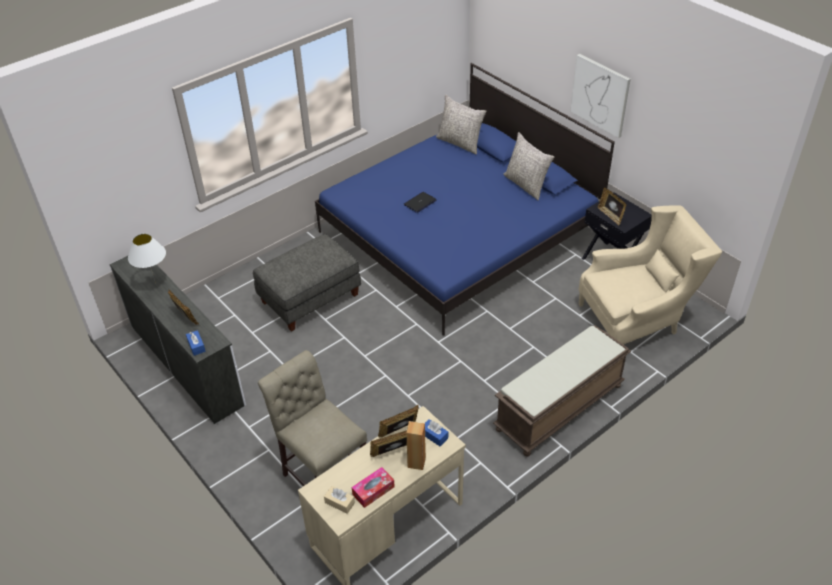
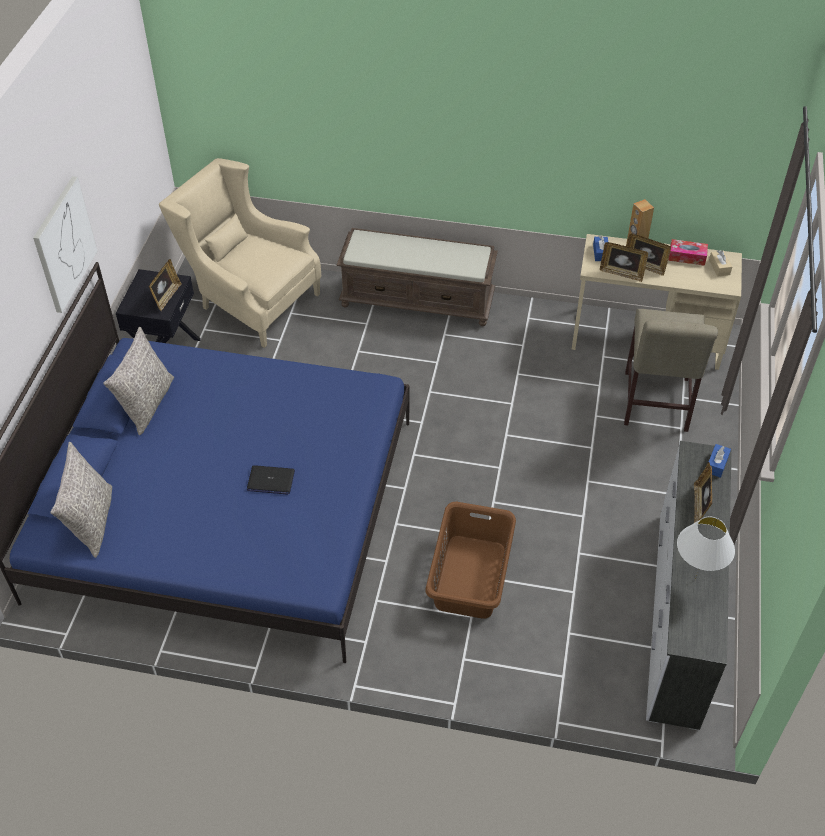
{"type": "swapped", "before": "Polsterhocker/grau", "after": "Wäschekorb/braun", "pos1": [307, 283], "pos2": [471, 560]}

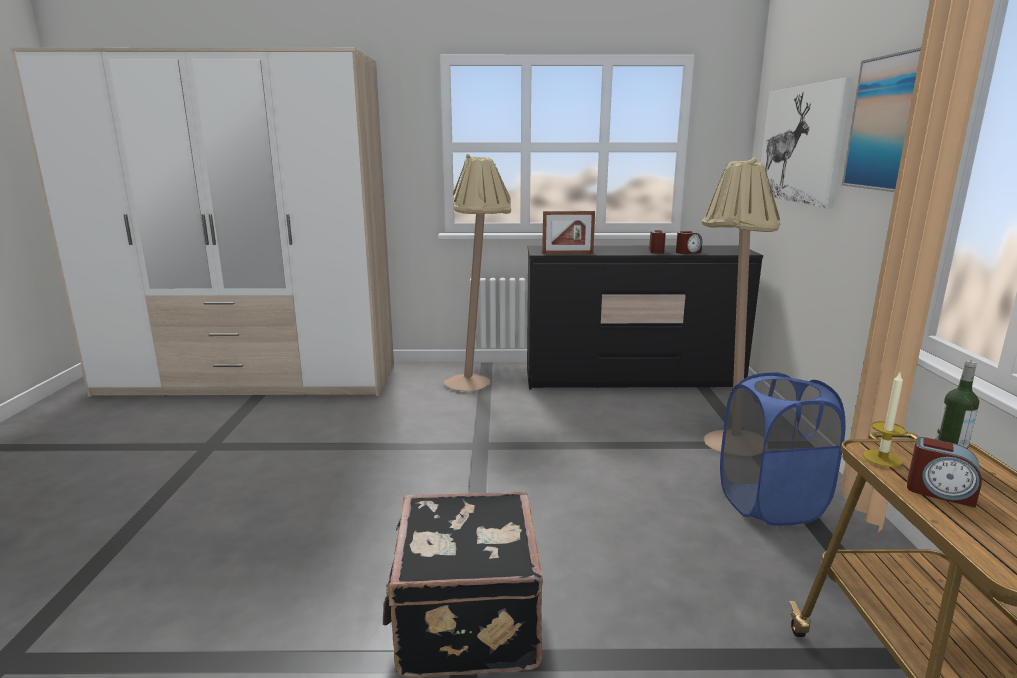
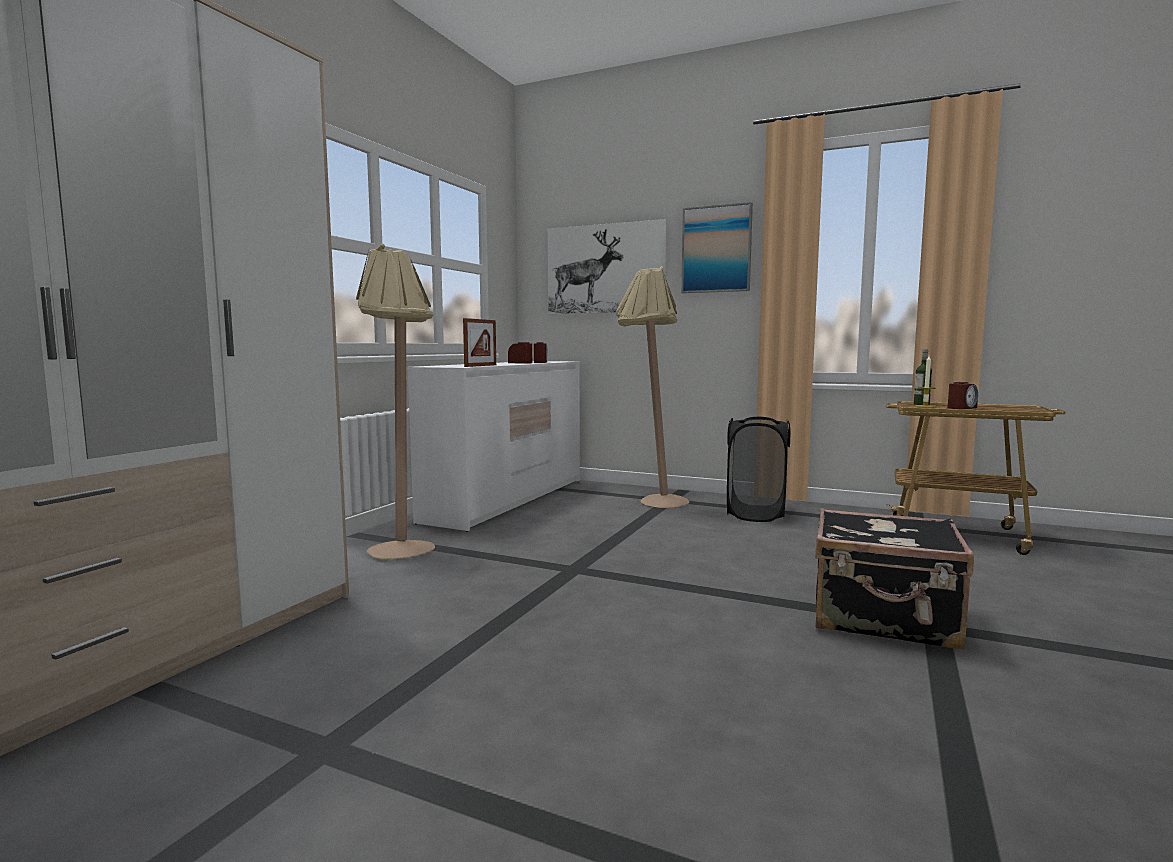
{"type": "repainted", "before": "Kommode/schwarz", "after": "Kommode/weiß", "pos1": [645, 317], "pos2": [493, 446]}
{"type": "repainted", "before": "Wäschekorb/blau", "after": "Wäschekorb/schwarz", "pos1": [783, 449], "pos2": [759, 469]}

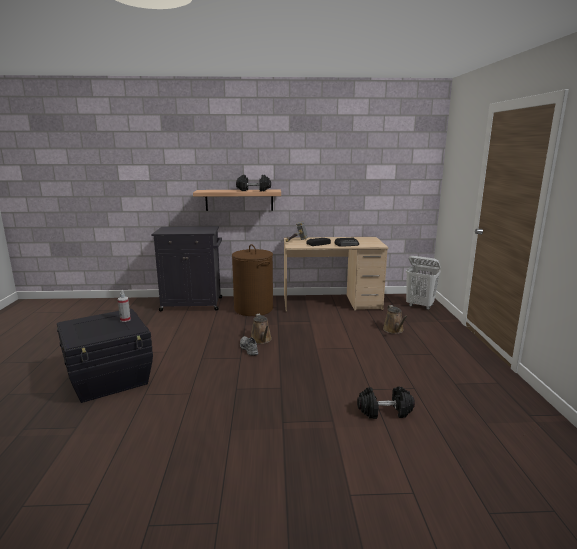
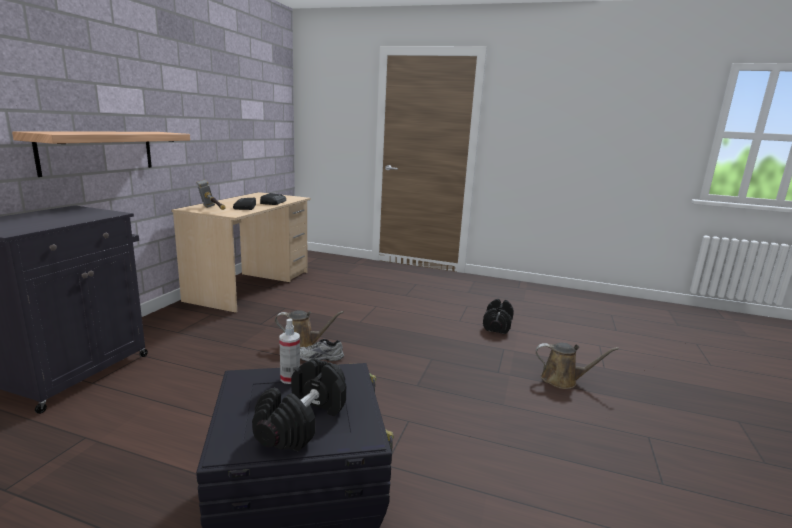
{"type": "gone", "before": "Wäschekorb/braun", "pos1": [252, 280]}
{"type": "shifted", "before": "Hantel/schwarz", "pos1": [253, 183], "pos2": [299, 404]}
{"type": "shifted", "before": "Gießkanne/braun", "pos1": [395, 319], "pos2": [577, 366]}
{"type": "gone", "before": "Wäschekorb/weiß", "pos1": [423, 283]}

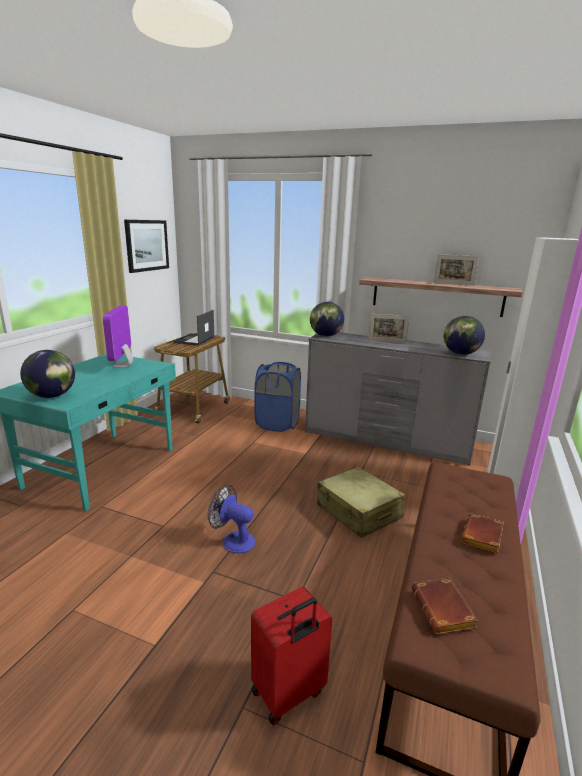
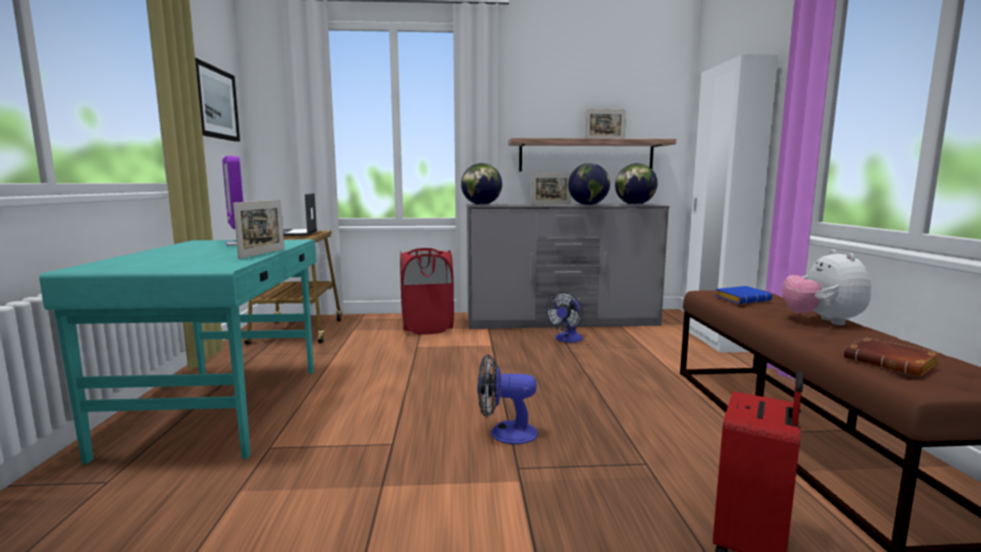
{"type": "shifted", "before": "Globus", "pos1": [47, 374], "pos2": [589, 184]}
{"type": "repainted", "before": "Wäschekorb/blau", "after": "Wäschekorb/rot", "pos1": [277, 397], "pos2": [427, 291]}
{"type": "gone", "before": "Koffer/beige", "pos1": [361, 502]}
{"type": "swapped", "before": "Buch/braun", "after": "Plüschtier", "pos1": [482, 533], "pos2": [826, 287]}
{"type": "new", "after": "Bilderrahmen", "pos2": [258, 229]}
{"type": "new", "after": "Ventilator", "pos2": [564, 317]}
{"type": "new", "after": "Buch/blau", "pos2": [743, 295]}

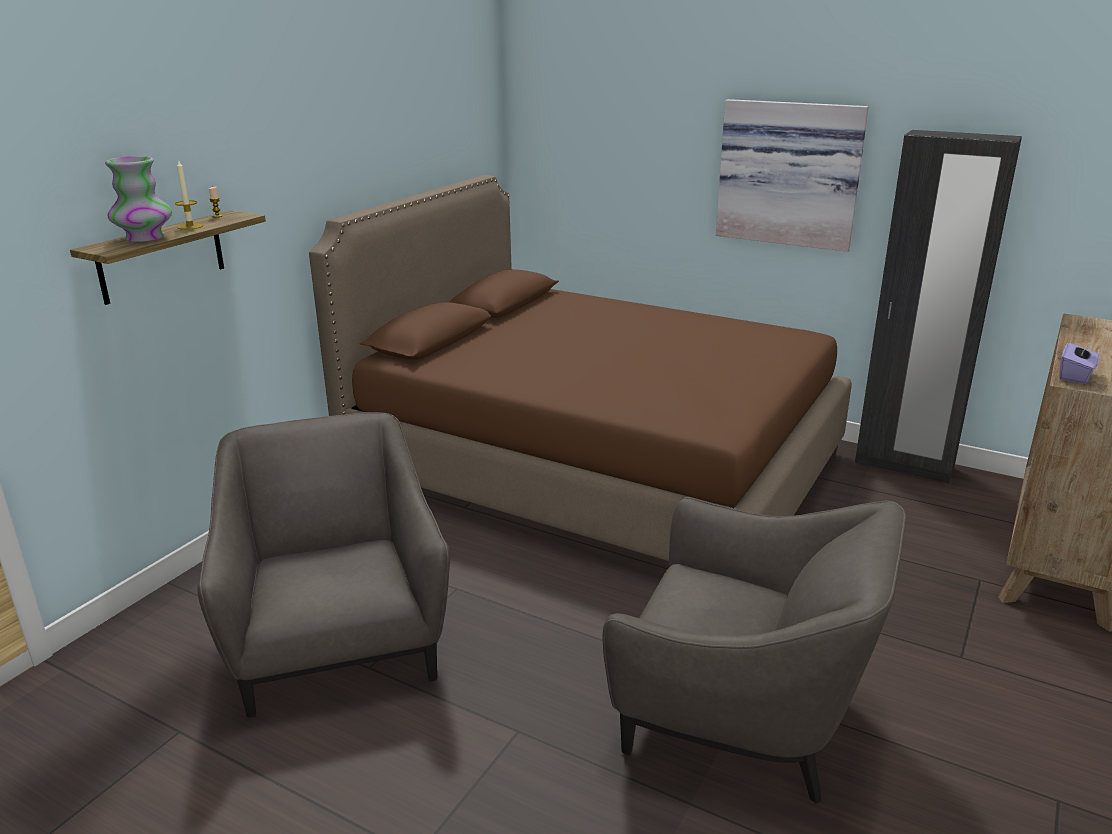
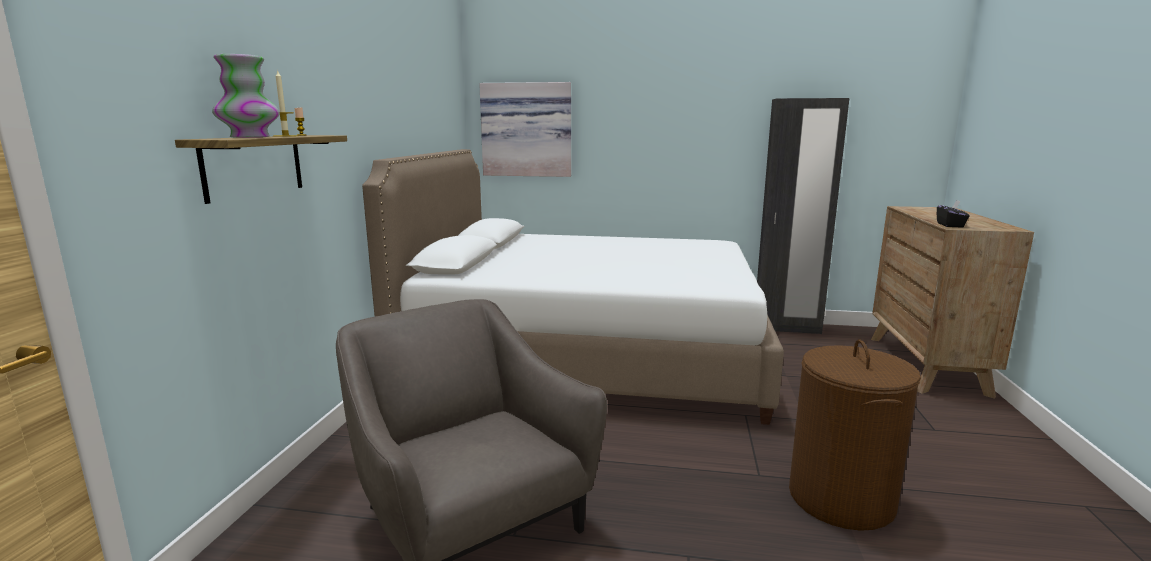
{"type": "repainted", "before": "Bett/braun", "after": "Bett/weiß", "pos1": [580, 368], "pos2": [573, 287]}
{"type": "swapped", "before": "Sessel/grau", "after": "Wäschekorb/braun", "pos1": [754, 650], "pos2": [855, 435]}
{"type": "shifted", "before": "Bild", "pos1": [792, 175], "pos2": [525, 129]}
{"type": "repainted", "before": "Taschentuchbox/lila", "after": "Taschentuchbox/schwarz", "pos1": [1079, 362], "pos2": [953, 214]}

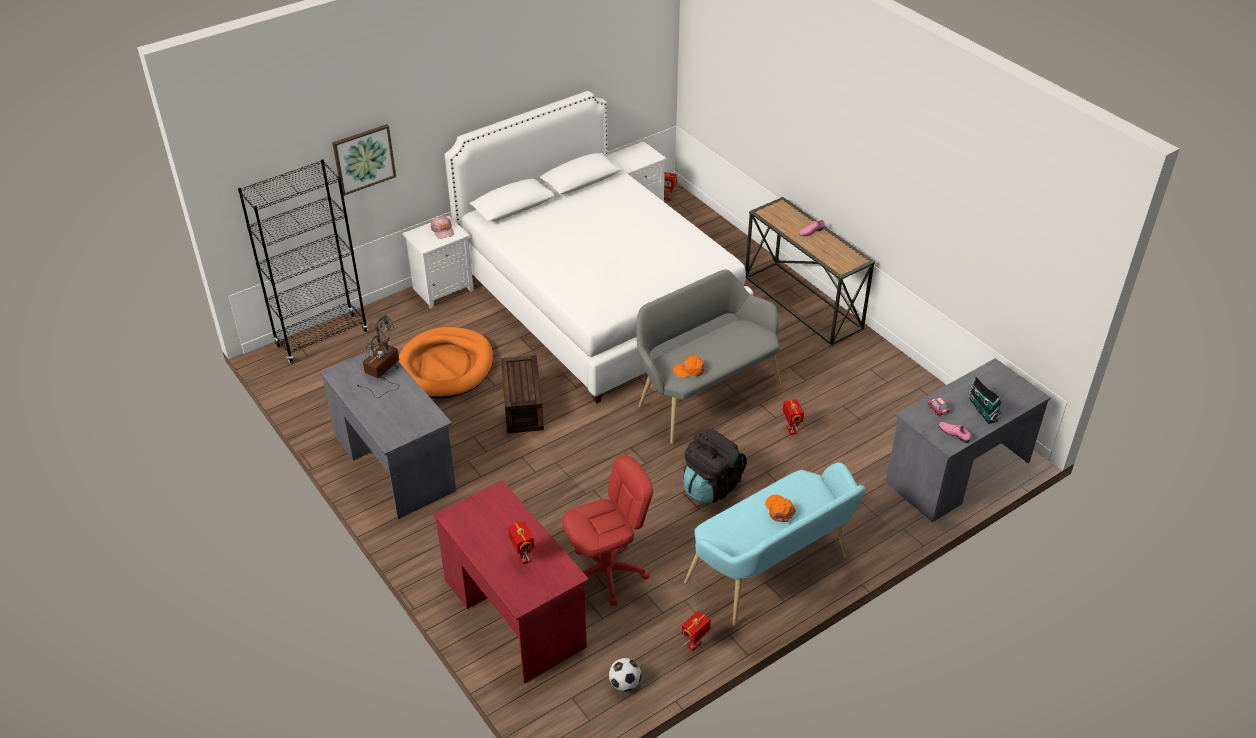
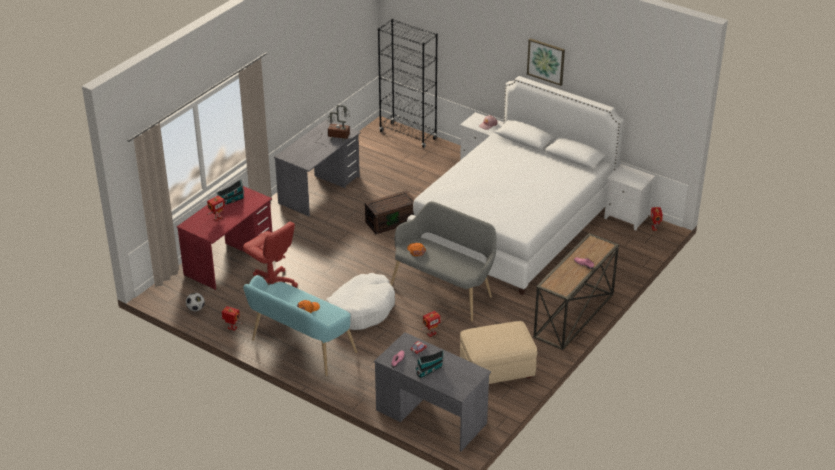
{"type": "shifted", "before": "Bild", "pos1": [364, 160], "pos2": [546, 62]}
{"type": "gone", "before": "Hundebett/orange", "pos1": [446, 363]}
{"type": "swapped", "before": "Rucksack/schwarz", "after": "Hundebett/weiß", "pos1": [715, 466], "pos2": [360, 301]}
{"type": "new", "after": "Spielzeughaus", "pos2": [230, 192]}
{"type": "new", "after": "Polsterhocker/beige", "pos2": [498, 352]}

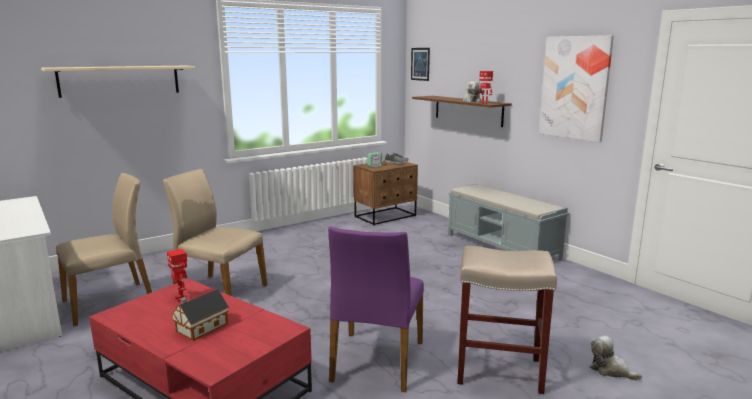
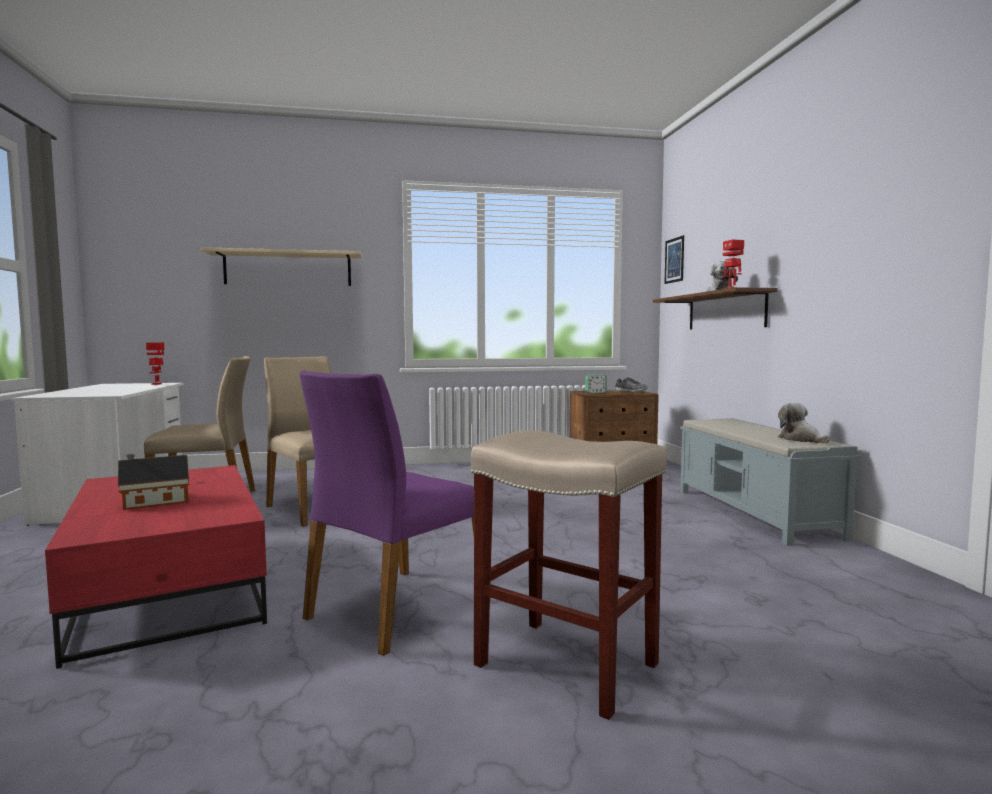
{"type": "shifted", "before": "Spielzeugroboter", "pos1": [177, 275], "pos2": [155, 363]}
{"type": "gone", "before": "Bild", "pos1": [576, 89]}
{"type": "shifted", "before": "Plüschtier", "pos1": [616, 357], "pos2": [804, 422]}

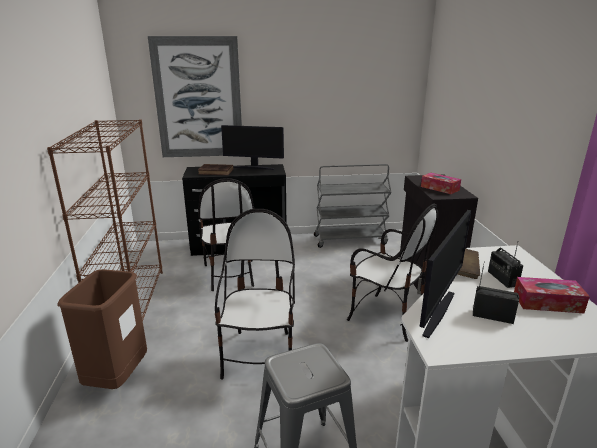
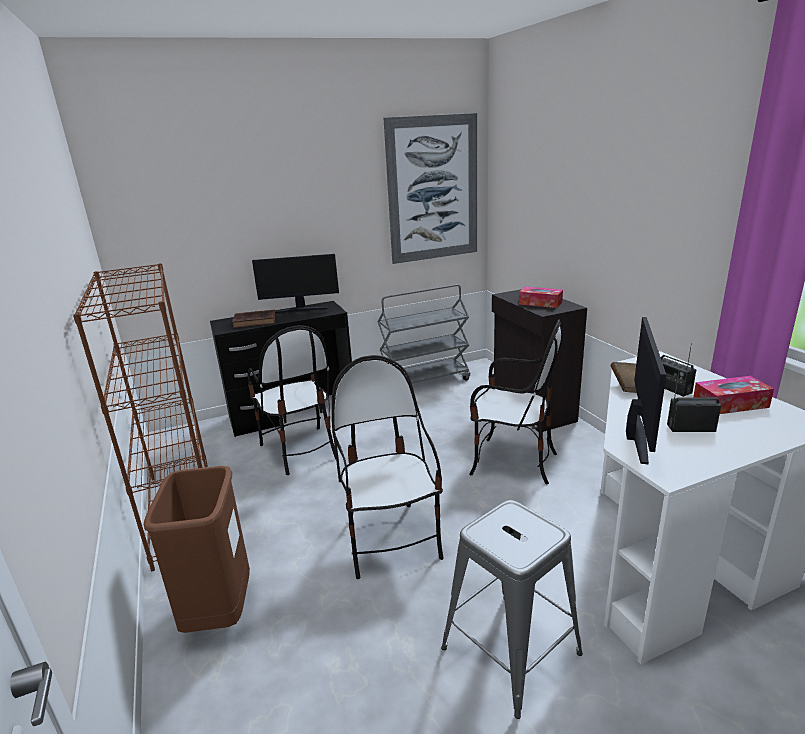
{"type": "shifted", "before": "Bild", "pos1": [195, 96], "pos2": [430, 188]}

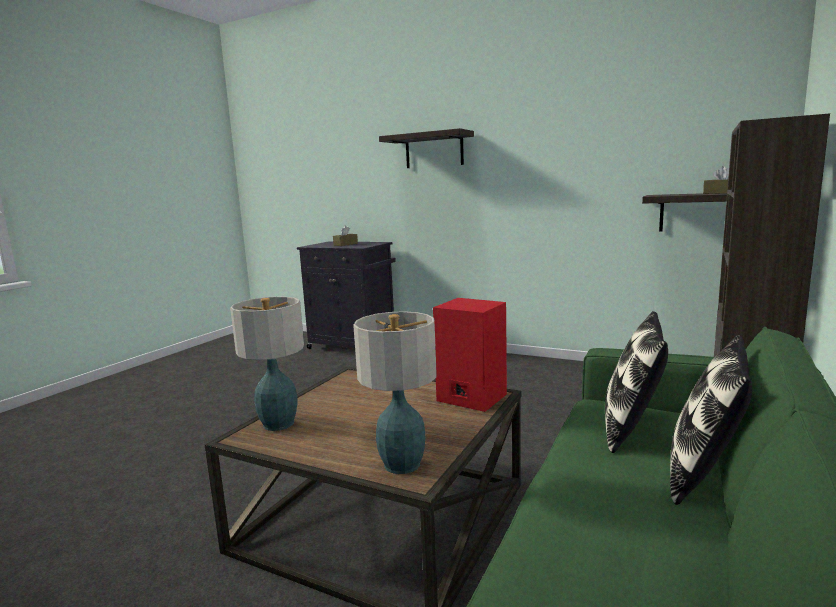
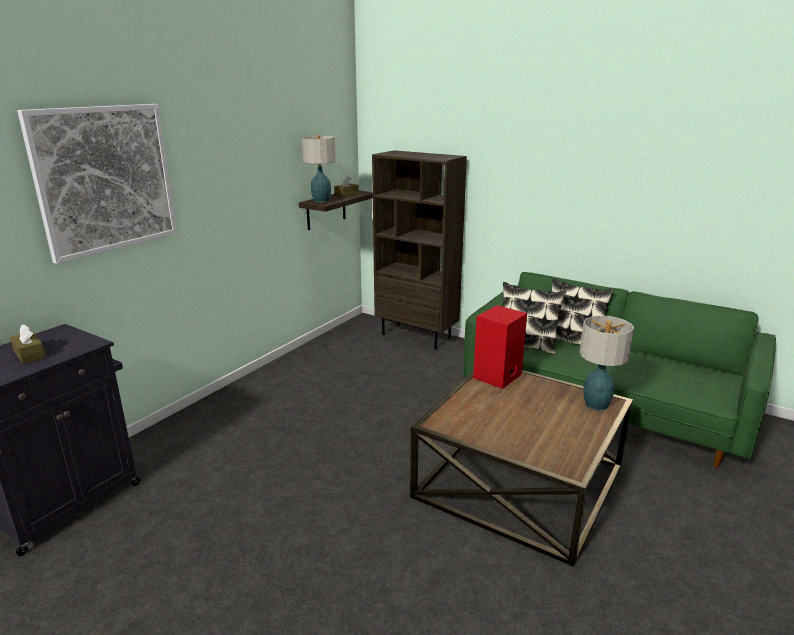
{"type": "shifted", "before": "Tischlampe", "pos1": [267, 363], "pos2": [319, 169]}
{"type": "swapped", "before": "Wandregal", "after": "Bild", "pos1": [426, 148], "pos2": [97, 184]}

